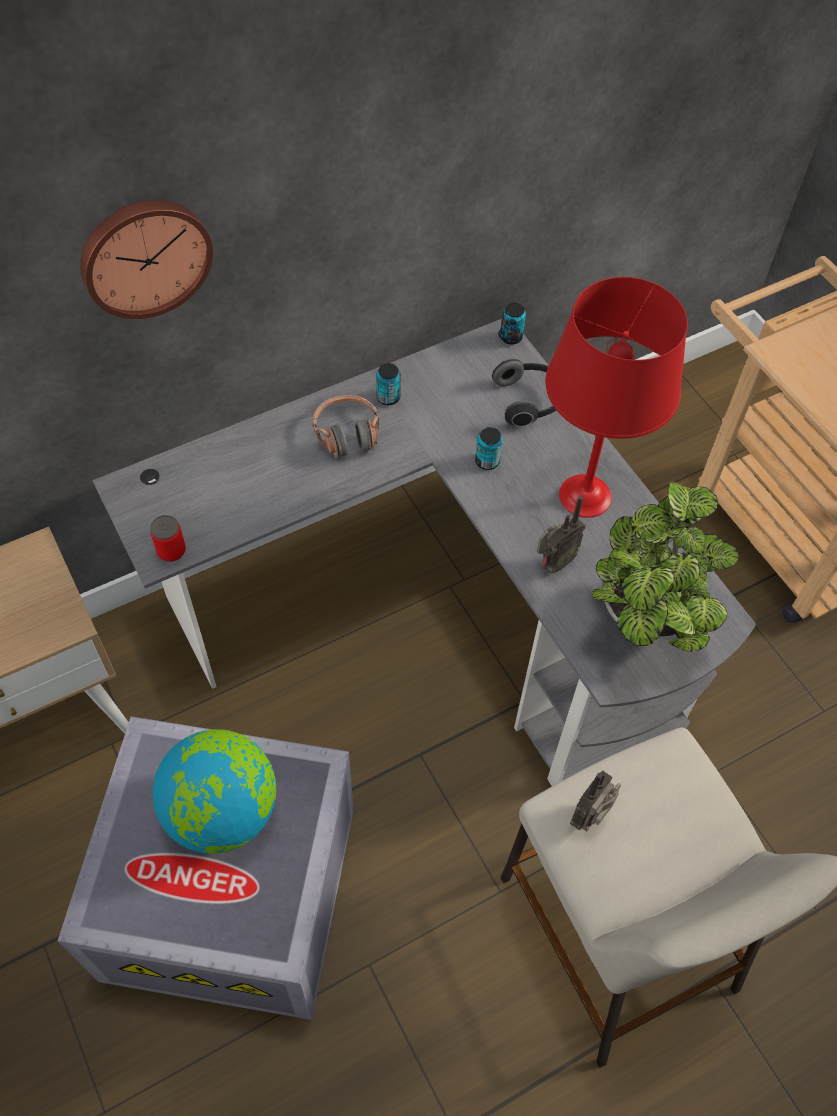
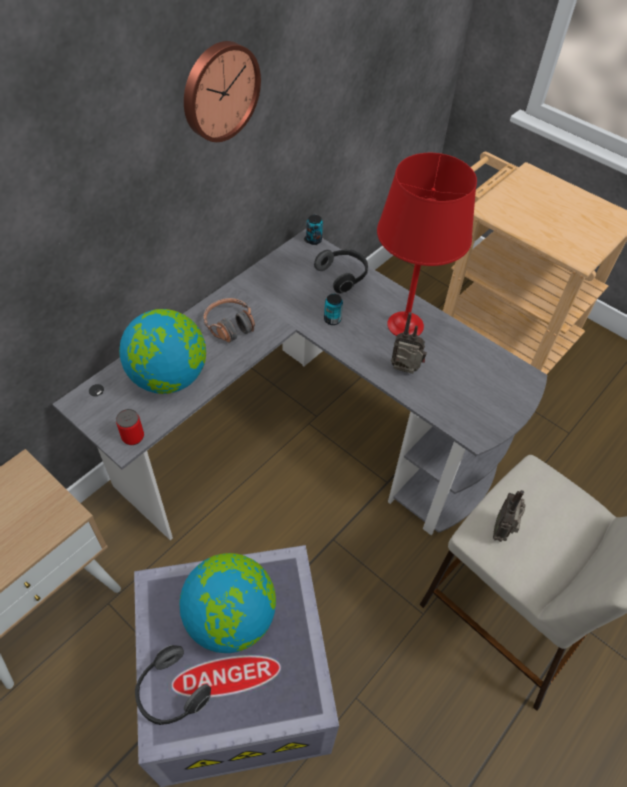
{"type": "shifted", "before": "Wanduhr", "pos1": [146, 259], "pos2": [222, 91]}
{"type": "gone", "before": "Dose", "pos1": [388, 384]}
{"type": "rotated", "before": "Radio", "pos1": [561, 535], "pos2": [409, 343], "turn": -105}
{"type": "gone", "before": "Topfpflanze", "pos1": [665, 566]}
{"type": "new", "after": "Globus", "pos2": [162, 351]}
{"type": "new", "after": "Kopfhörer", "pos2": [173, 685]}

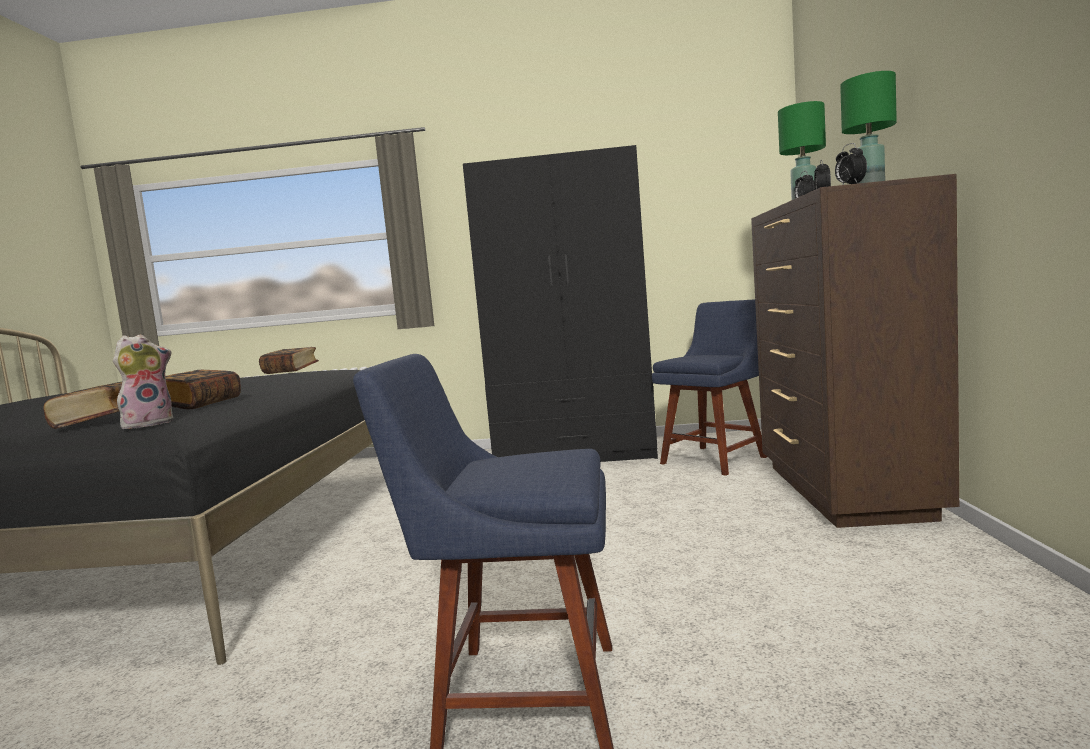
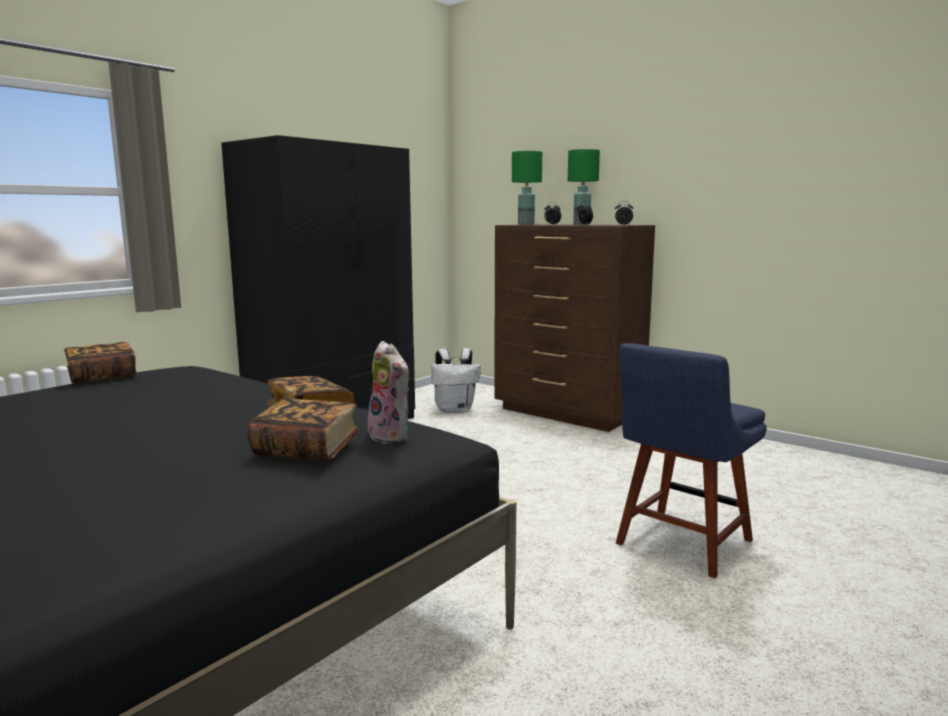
{"type": "rotated", "before": "Plüschtier", "pos1": [143, 381], "pos2": [388, 392], "turn": 150}
{"type": "swapped", "before": "Stuhl/blau", "after": "Rucksack/weiß", "pos1": [709, 388], "pos2": [456, 380]}

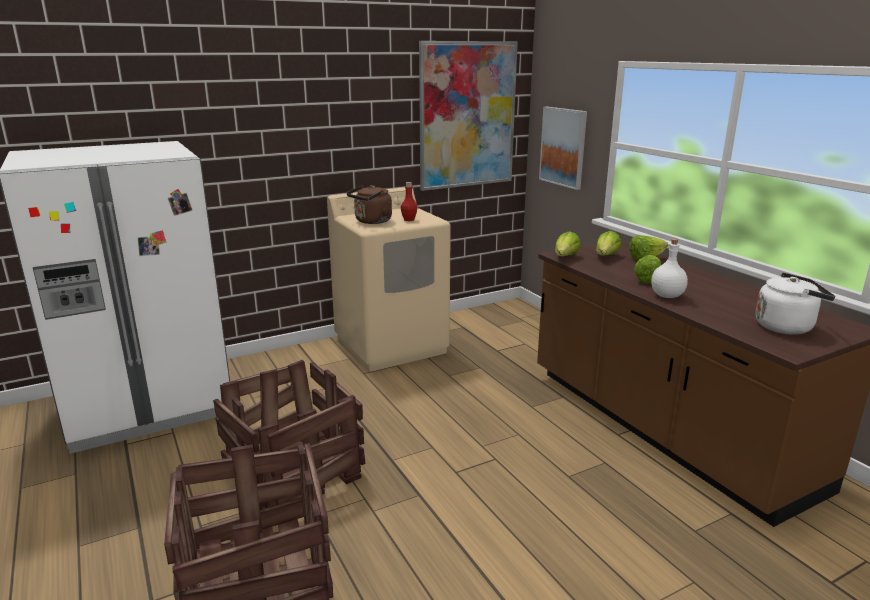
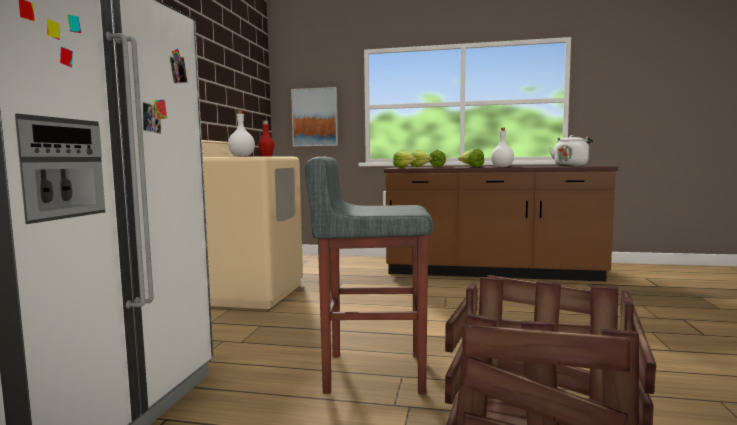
{"type": "swapped", "before": "Kiste", "after": "Hocker/grau", "pos1": [289, 435], "pos2": [369, 275]}
{"type": "swapped", "before": "Wasserkessel/braun", "after": "Flasche/weiß", "pos1": [369, 204], "pos2": [241, 133]}
{"type": "gone", "before": "Bild", "pos1": [468, 116]}

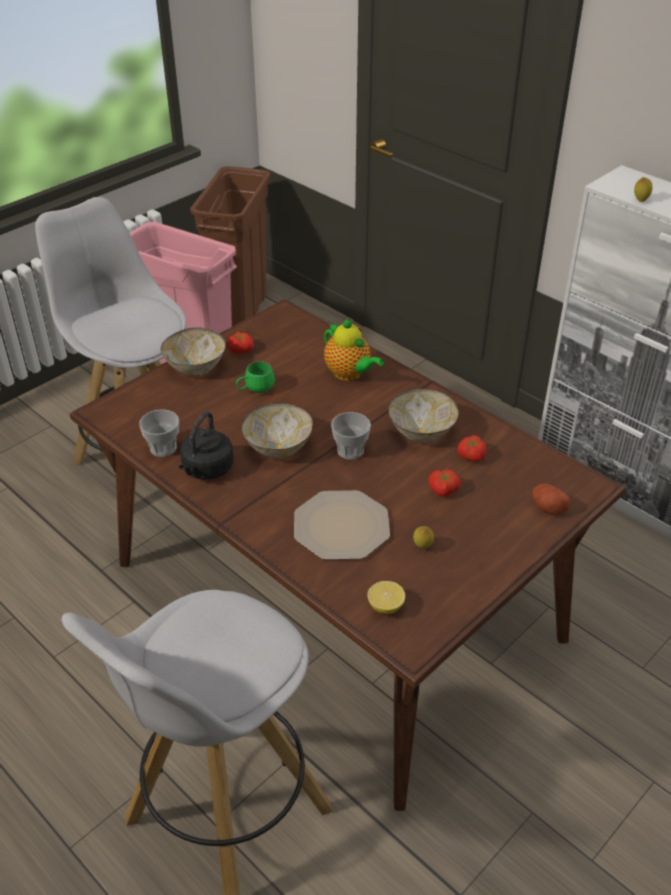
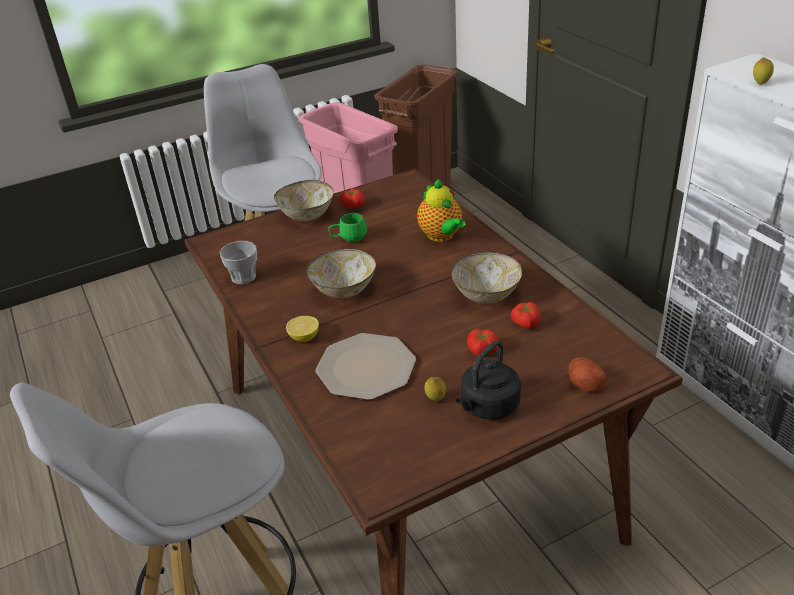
{"type": "shifted", "before": "Wasserkessel/schwarz", "pos1": [206, 445], "pos2": [488, 380]}
{"type": "gone", "before": "Tasse", "pos1": [351, 436]}
{"type": "shifted", "before": "Zitrone", "pos1": [386, 597], "pos2": [302, 329]}

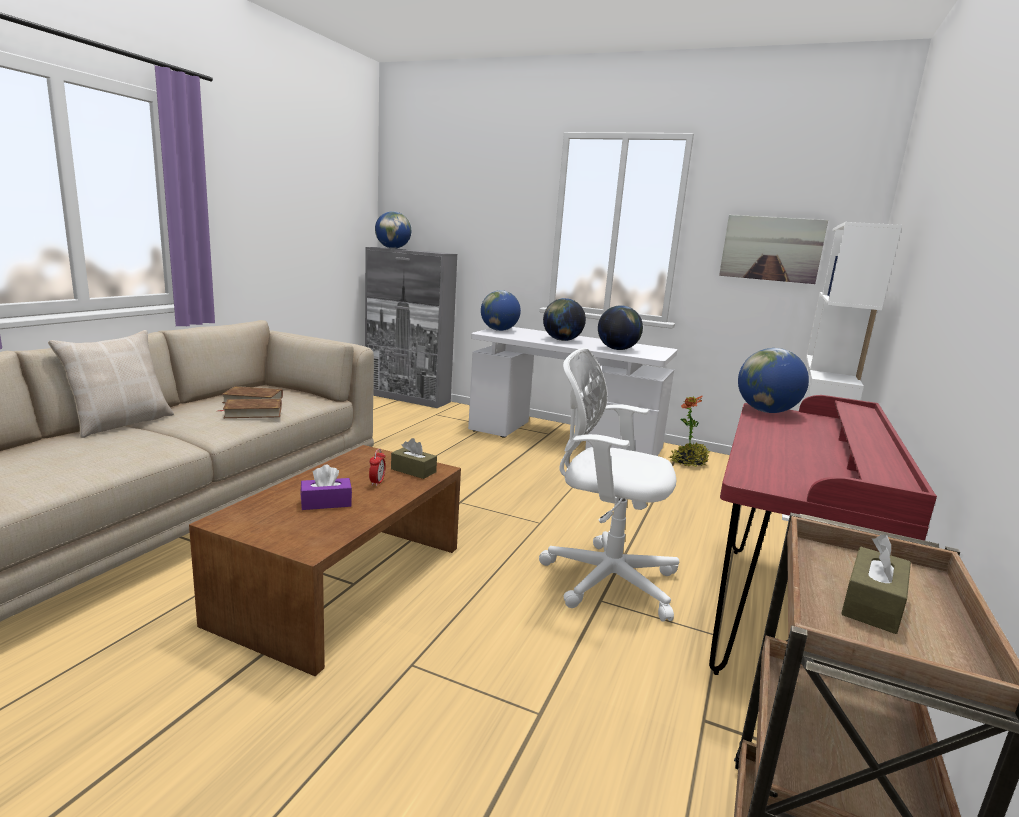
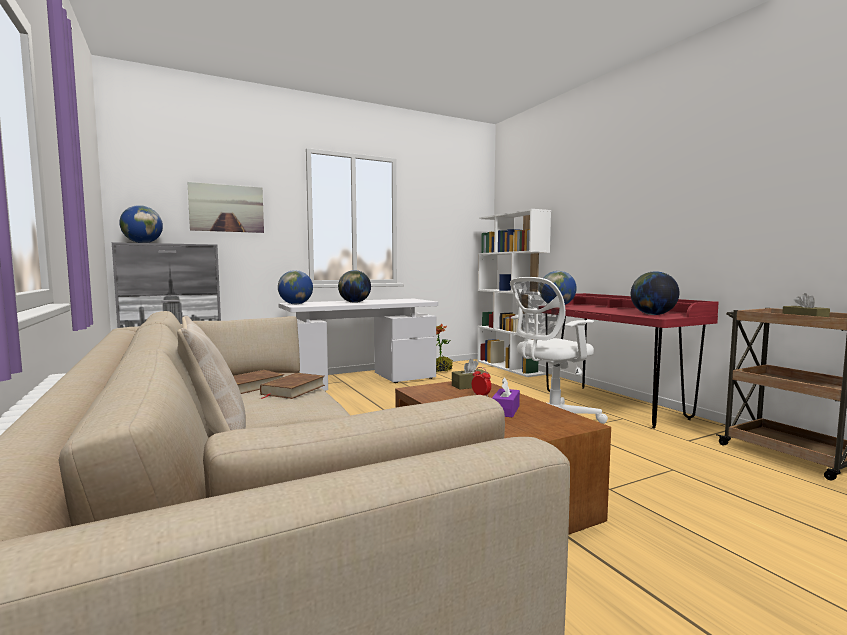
{"type": "shifted", "before": "Globus", "pos1": [620, 327], "pos2": [655, 293]}
{"type": "shifted", "before": "Bild", "pos1": [773, 249], "pos2": [225, 207]}

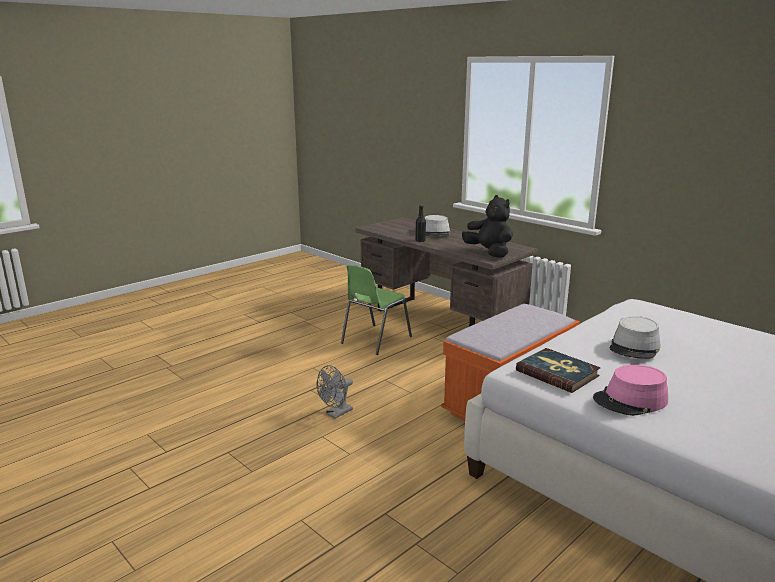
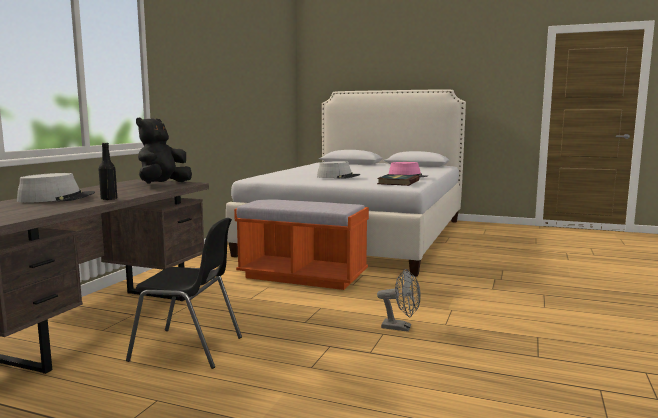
{"type": "repainted", "before": "Stuhl/grün", "after": "Stuhl/schwarz", "pos1": [376, 310], "pos2": [184, 293]}

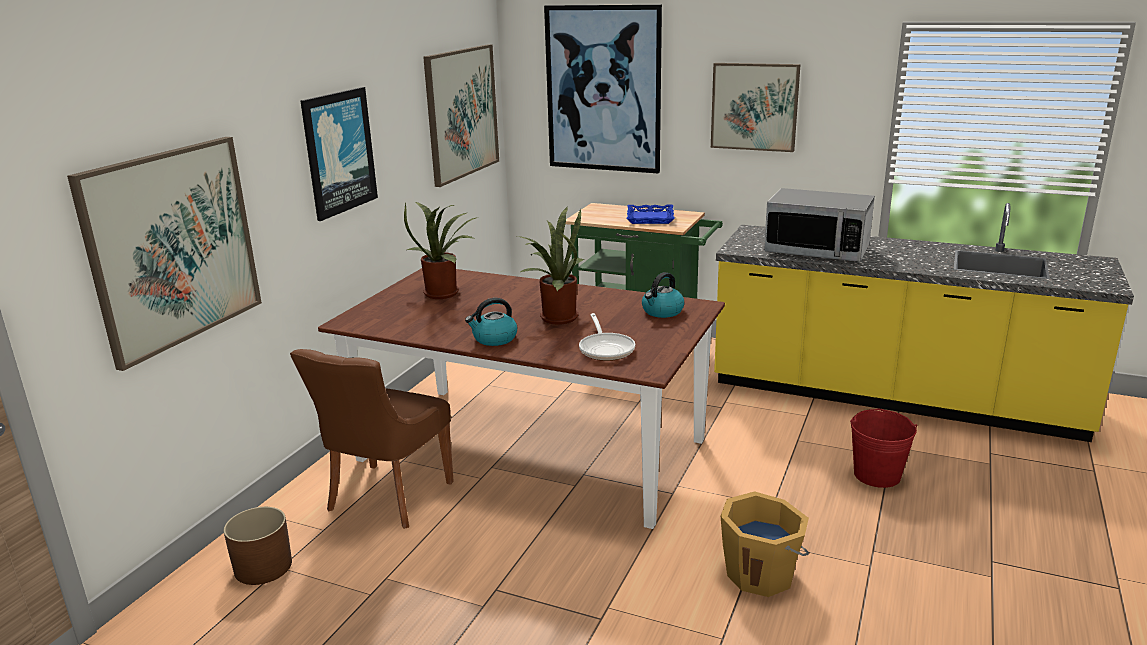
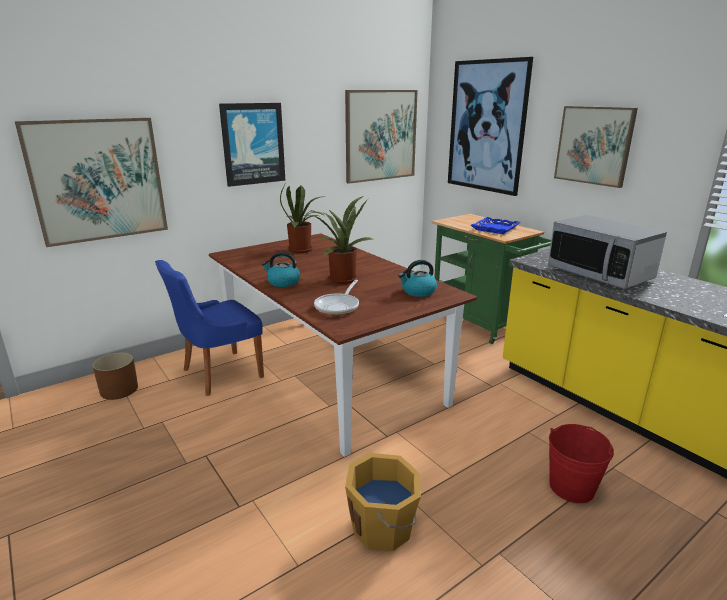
{"type": "repainted", "before": "Stuhl/braun", "after": "Stuhl/blau", "pos1": [372, 439], "pos2": [209, 328]}

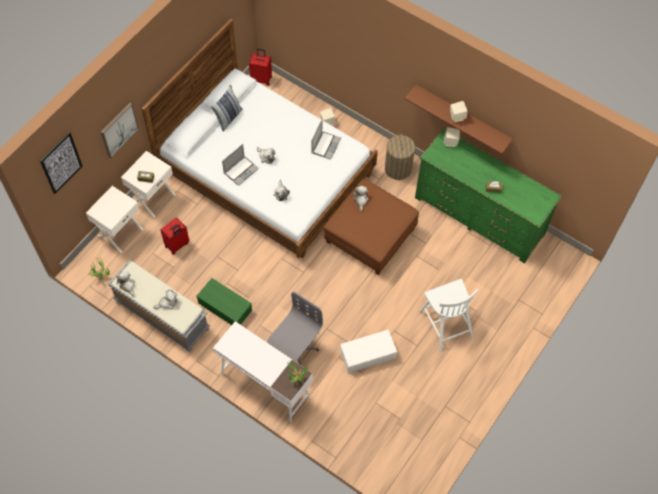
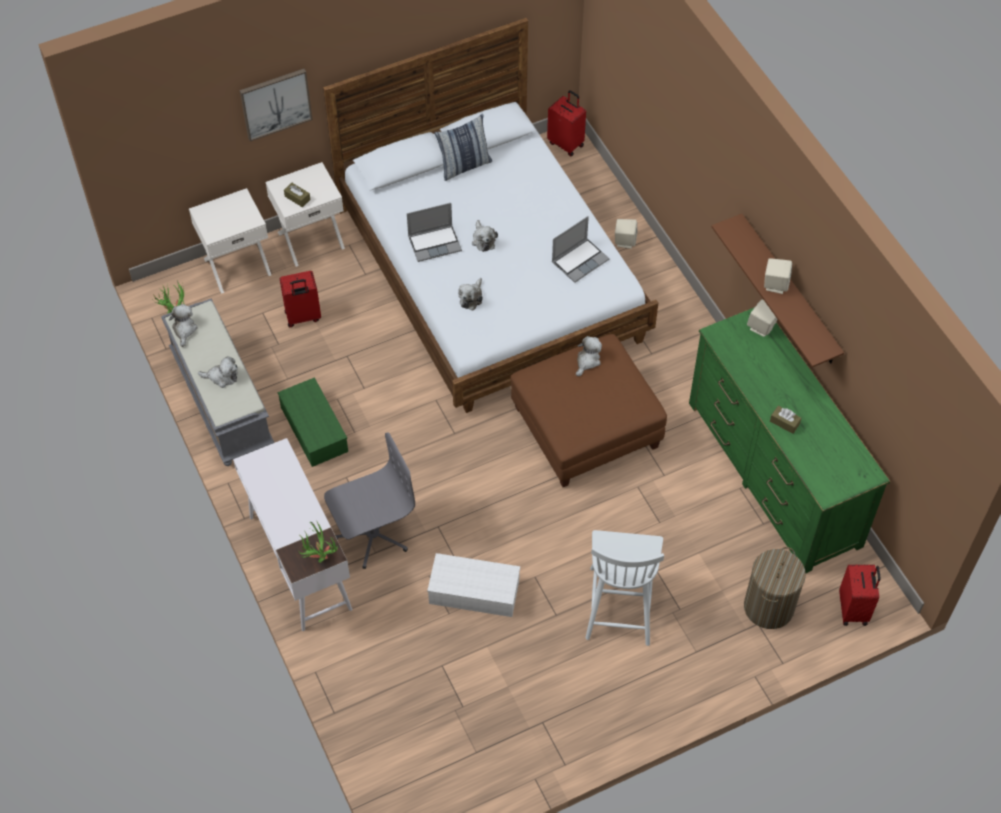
{"type": "gone", "before": "Bild", "pos1": [61, 163]}
{"type": "shifted", "before": "Wäschekorb", "pos1": [400, 156], "pos2": [775, 588]}
{"type": "new", "after": "Koffer/rot", "pos2": [859, 595]}

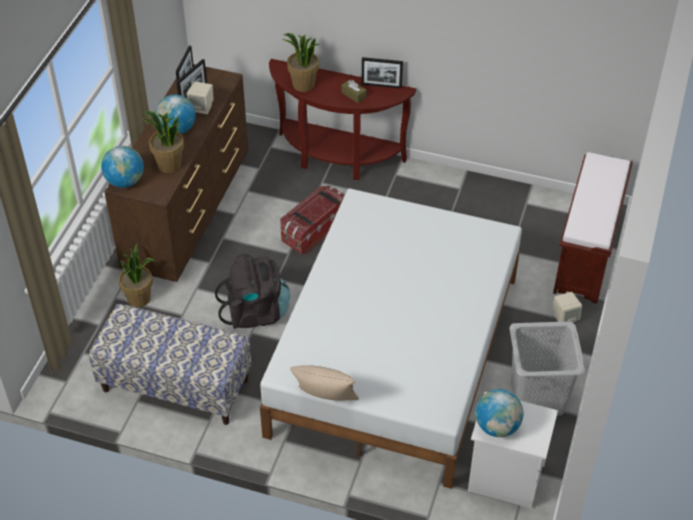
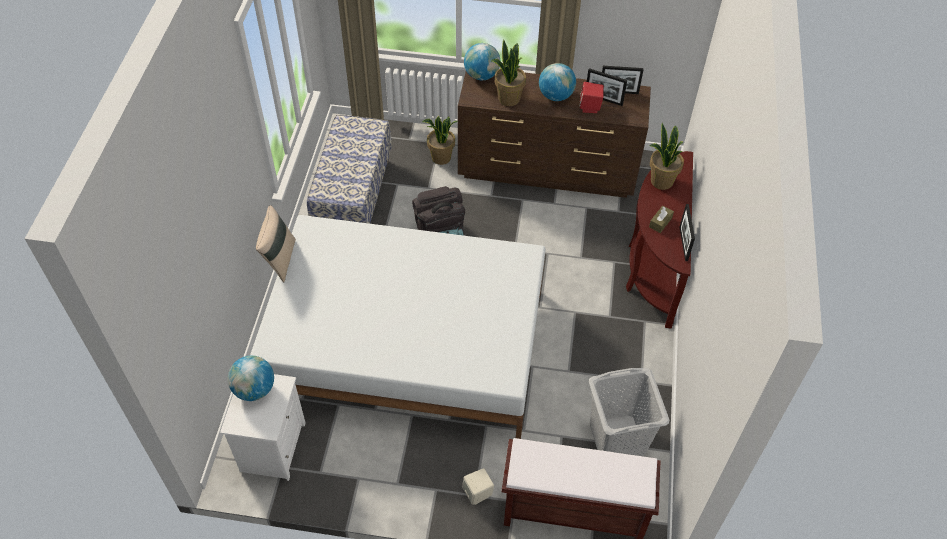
{"type": "repainted", "before": "Lautsprecher/beige", "after": "Lautsprecher/rot", "pos1": [200, 97], "pos2": [592, 97]}
{"type": "gone", "before": "Aufbewahrungsbox", "pos1": [312, 220]}
{"type": "shifted", "before": "Wäschekorb/grau", "pos1": [547, 368], "pos2": [629, 412]}

